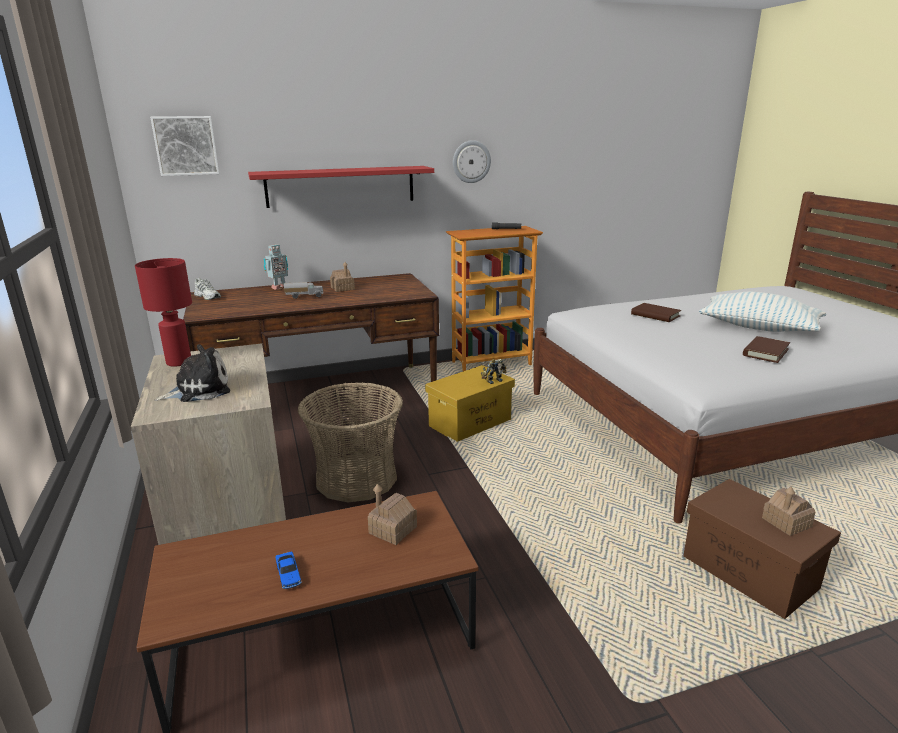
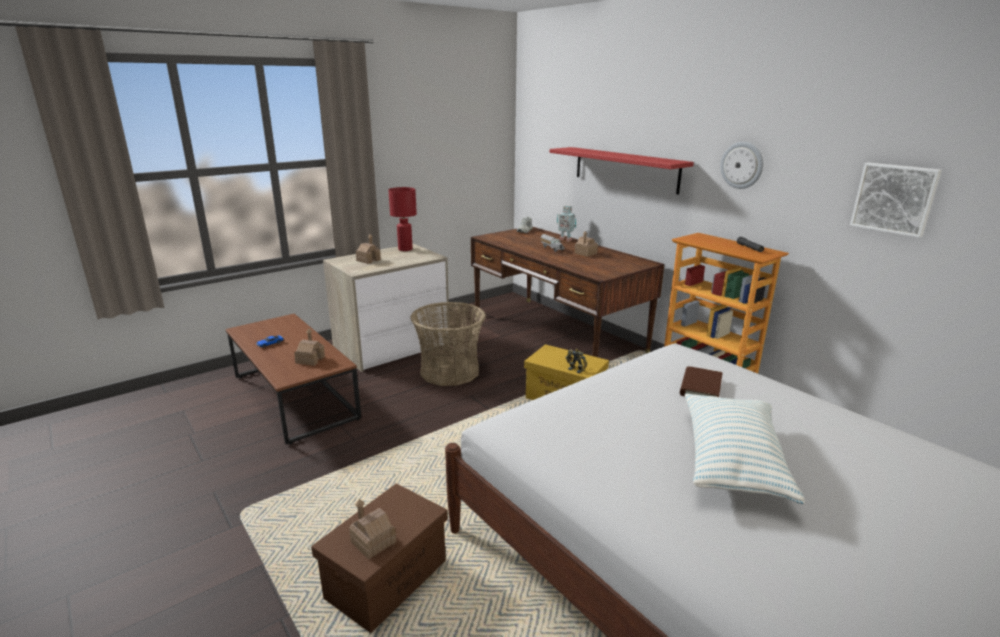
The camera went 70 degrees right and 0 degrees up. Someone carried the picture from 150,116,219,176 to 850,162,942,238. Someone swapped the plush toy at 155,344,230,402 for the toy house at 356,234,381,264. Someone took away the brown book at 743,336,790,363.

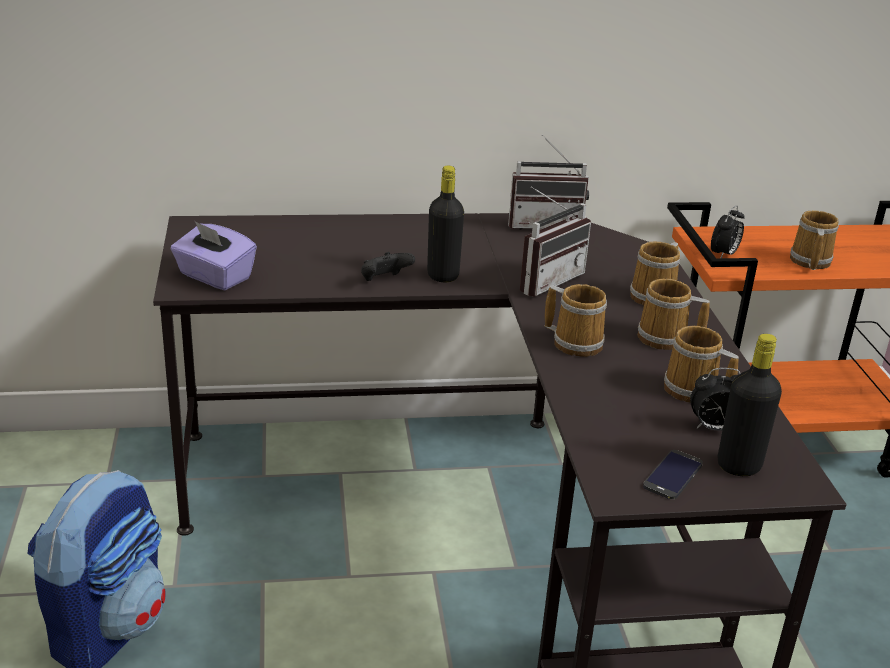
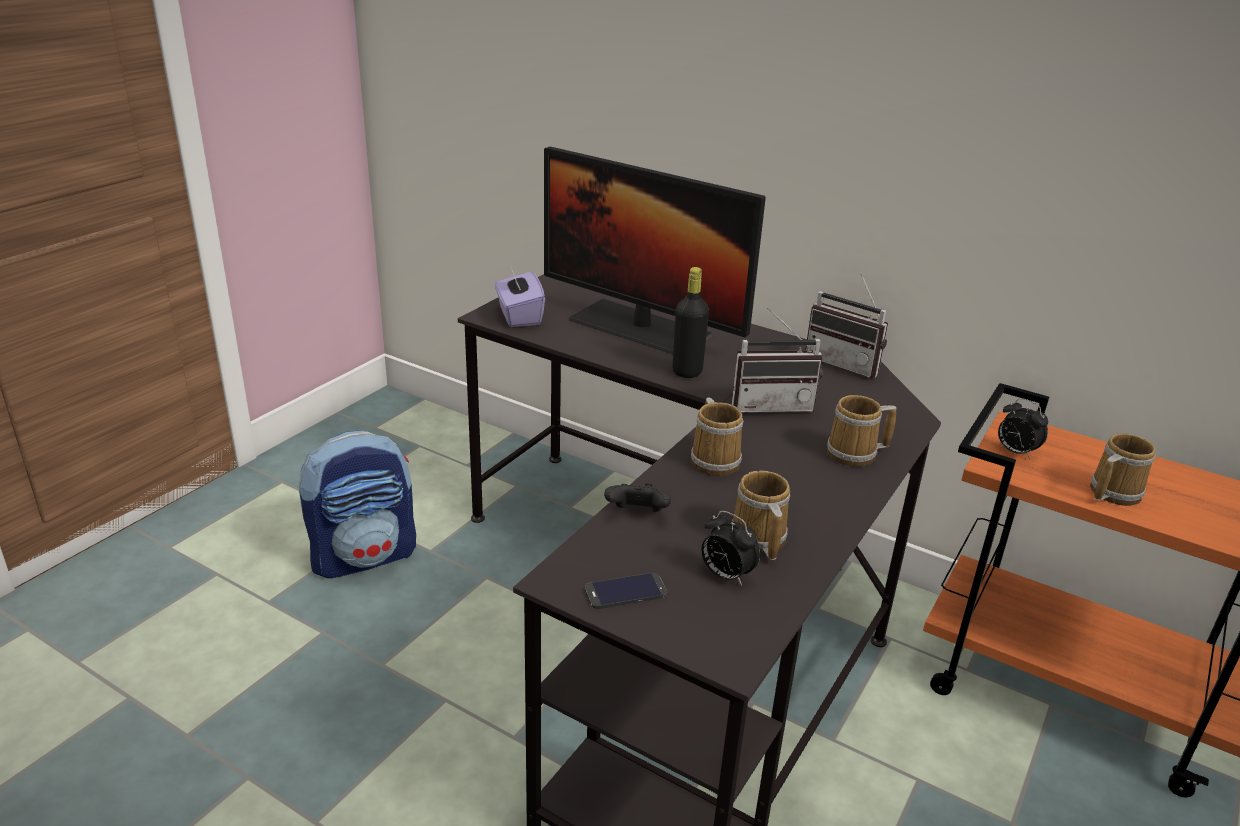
The camera went 40 degrees right and 0 degrees up. Someone carried the black game controller from 361,252,415,281 to 604,483,671,512. Someone took away the mug at 638,279,710,350. Someone rotated the alarm clock at 711,205,745,258 by 60 degrees clockwise. Someone took away the black bottle at 718,334,782,476. Someone put down the monitor at 544,146,766,354.

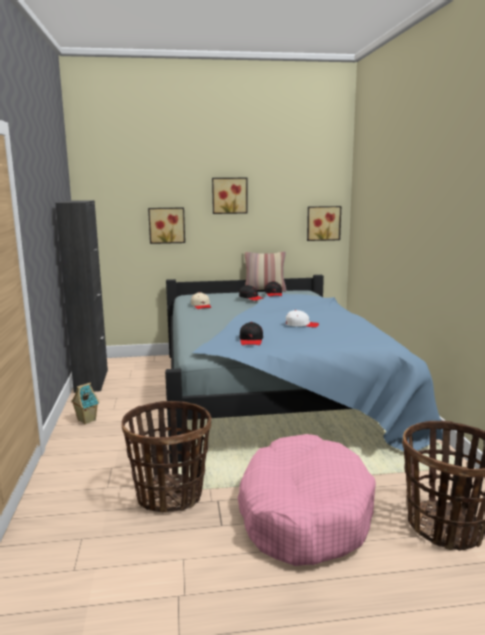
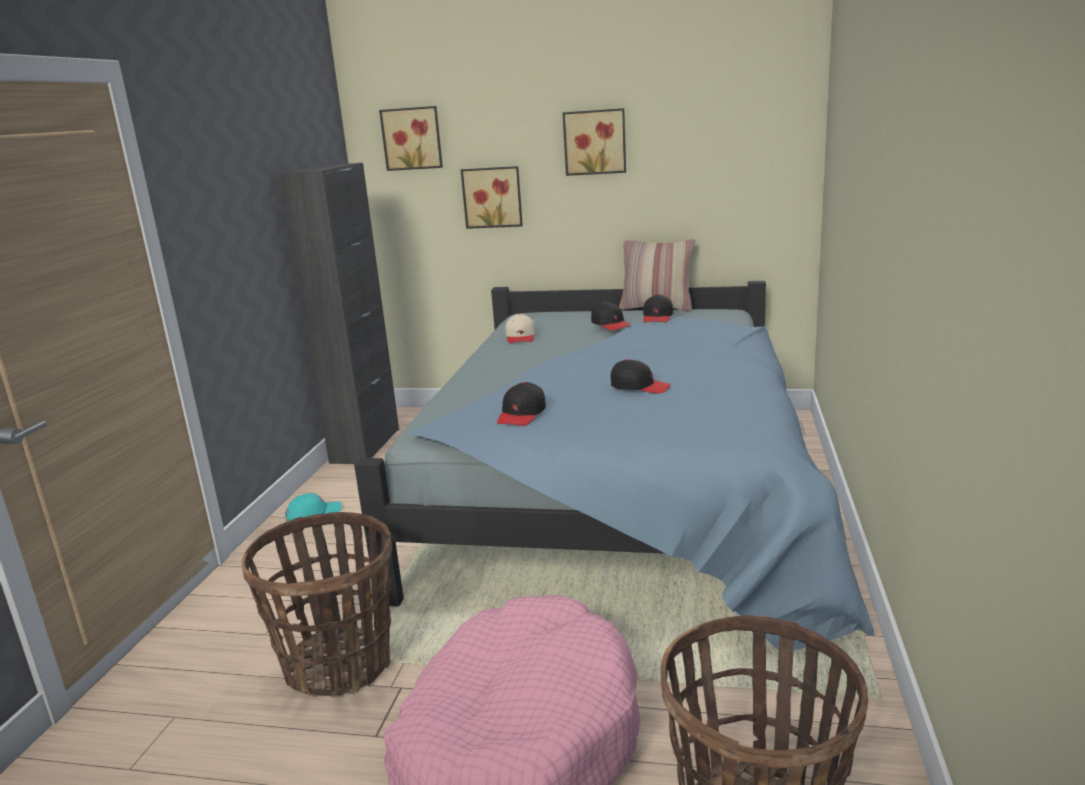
The camera went 20 degrees right and 5 degrees up. Someone swapped the toy house at 71,382,99,425 for the turquoise cap at 285,493,342,522. Someone repainted the white cap at 286,310,319,327, which became the black cap at 610,359,671,393. Someone carried the picture from 307,206,341,241 to 379,106,443,171.

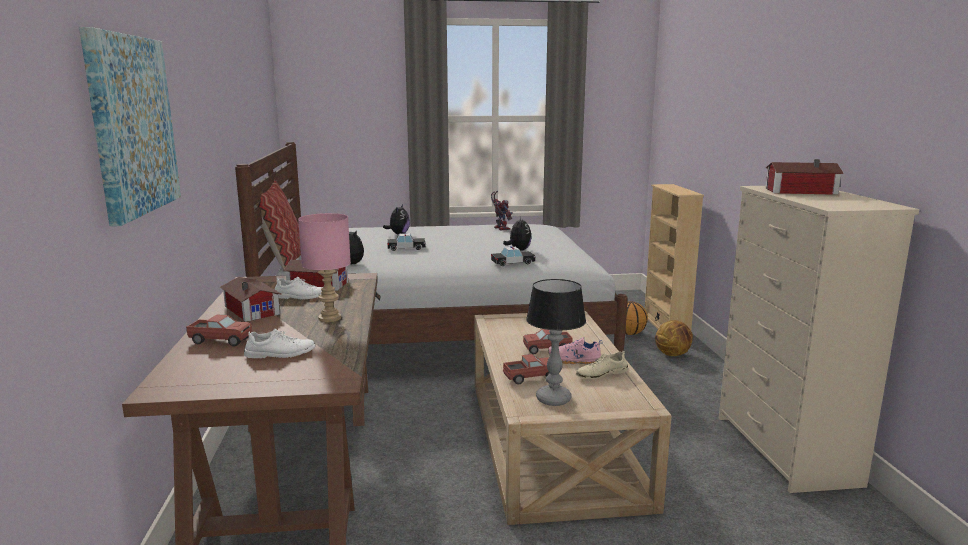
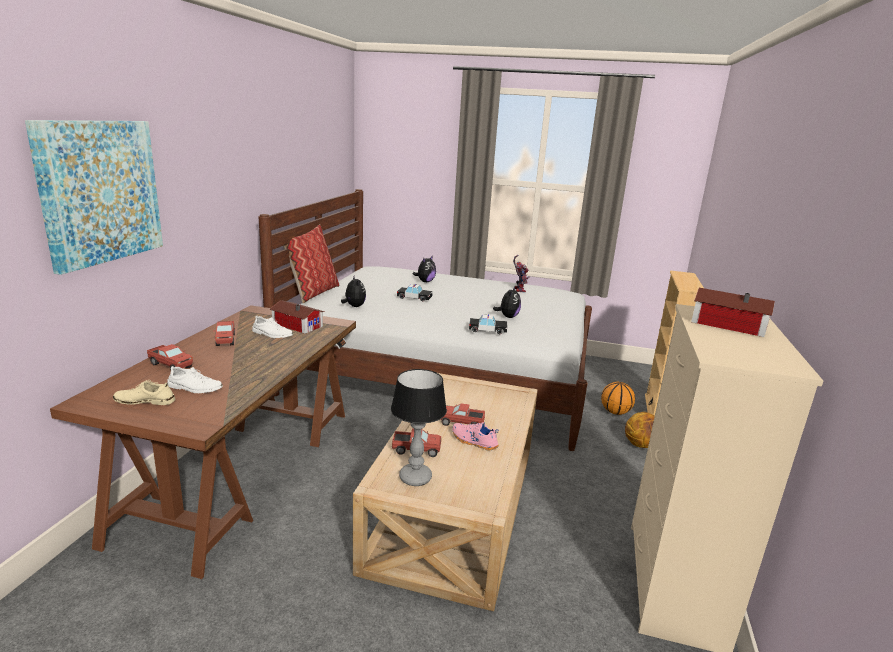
The camera went 20 degrees right and 5 degrees up. Someone swapped the toy house at 220,277,281,322 for the toy truck at 213,321,235,346. Someone took away the pink table lamp at 298,213,351,322. Someone carried the beige shoe from 576,351,628,379 to 113,380,175,405.

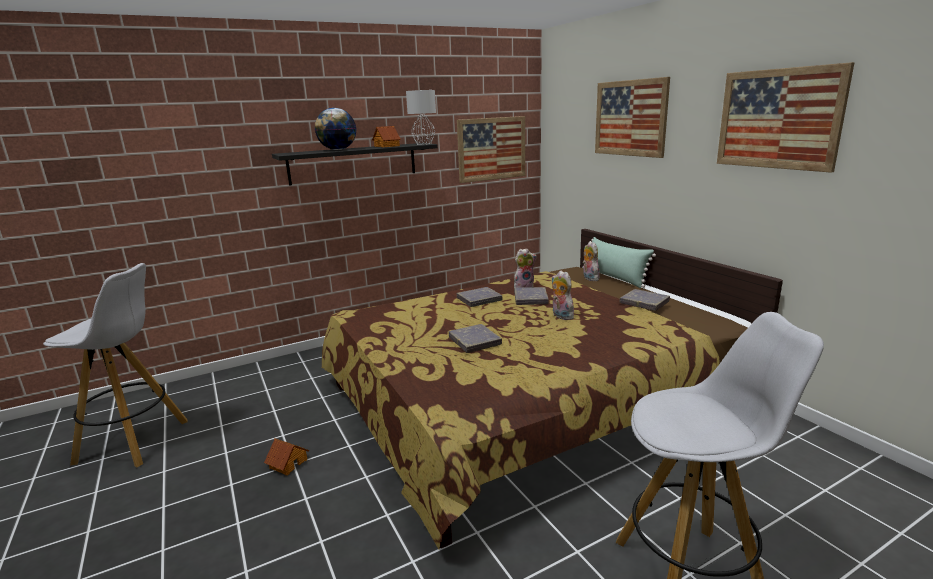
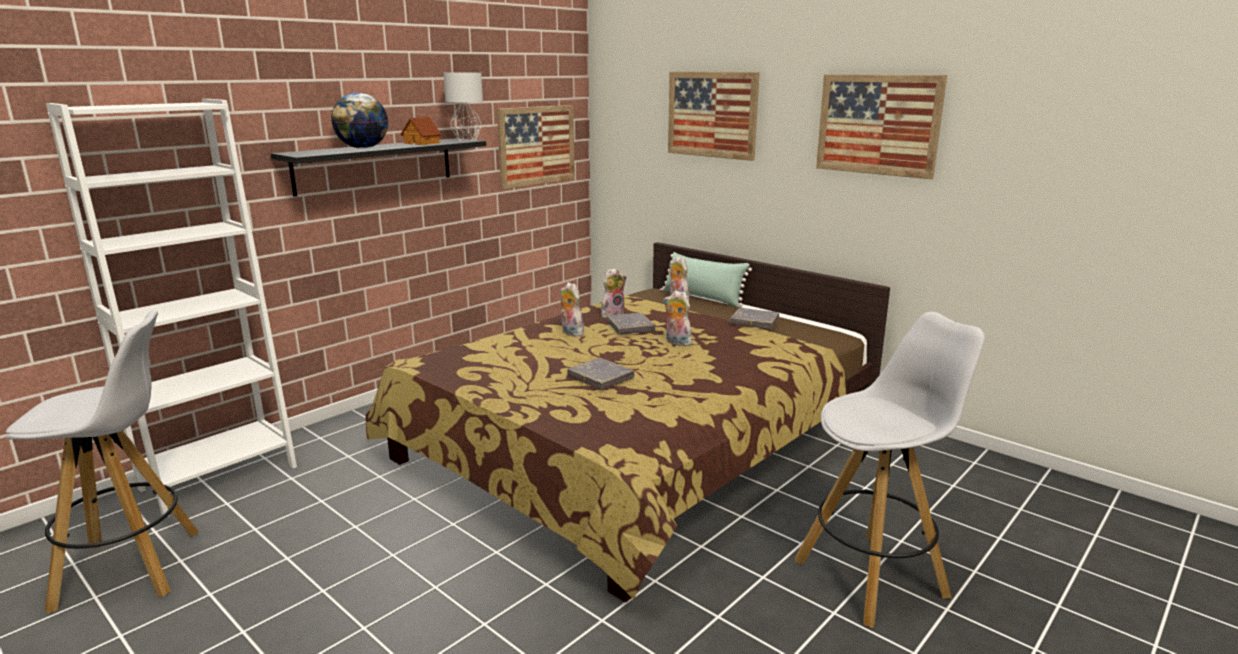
The camera went 20 degrees left and 0 degrees up. Someone took away the toy house at 264,438,309,475. Someone swapped the grey book at 457,287,503,307 for the plush toy at 560,282,584,337. Someone put down the white bookcase at 46,99,297,517.

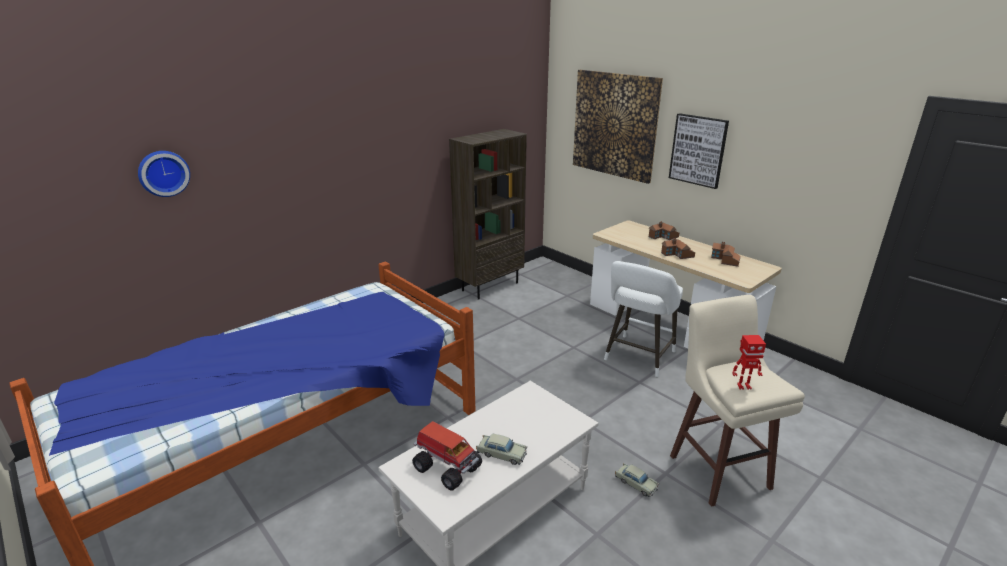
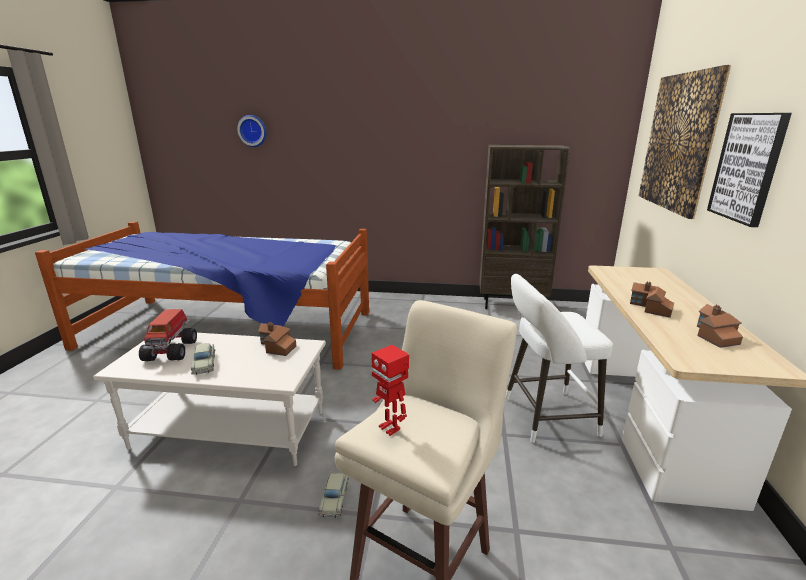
The camera went 50 degrees right and 5 degrees down. Someone carried the toy house from 649,221,679,240 to 258,322,296,356.

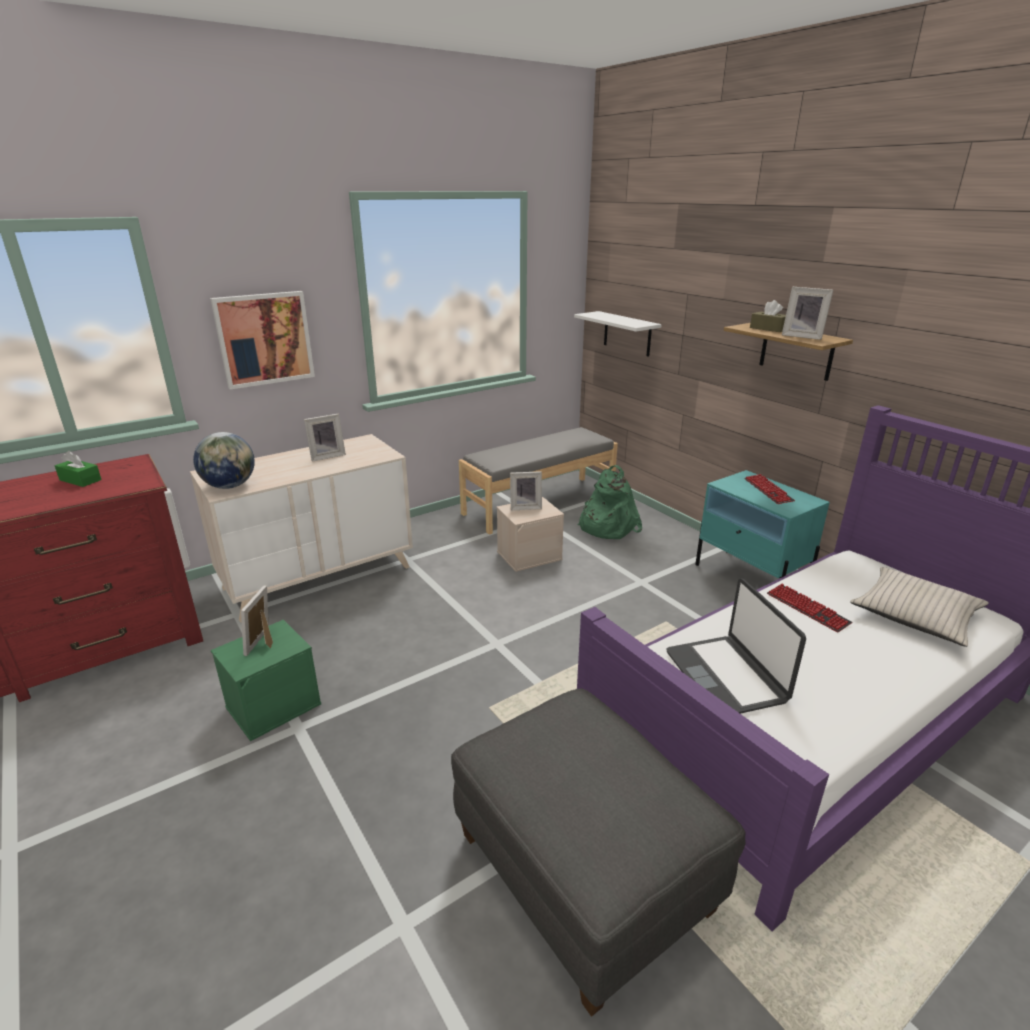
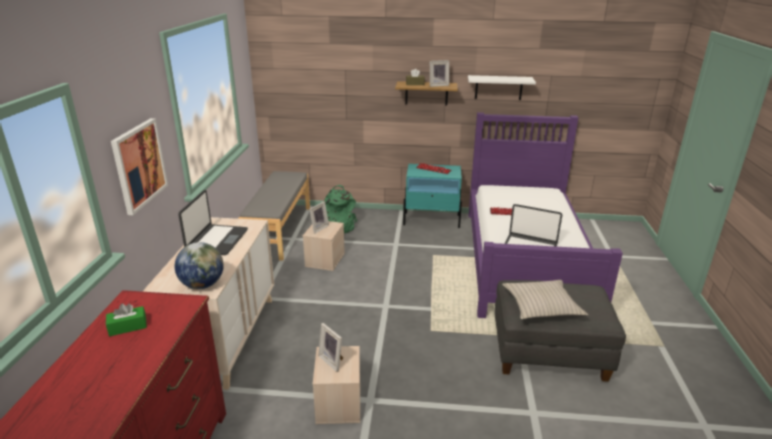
The camera went 50 degrees left and 0 degrees up. Someone repainted the green storage box at 211,620,321,741, which became the beige storage box at 313,346,360,424. Someone swapped the picture frame at 304,414,346,462 for the laptop at 178,190,248,255. Someone carried the white shelf from 574,311,662,357 to 468,75,536,100. Someone carried the beige pillow from 850,567,989,647 to 502,280,588,320.

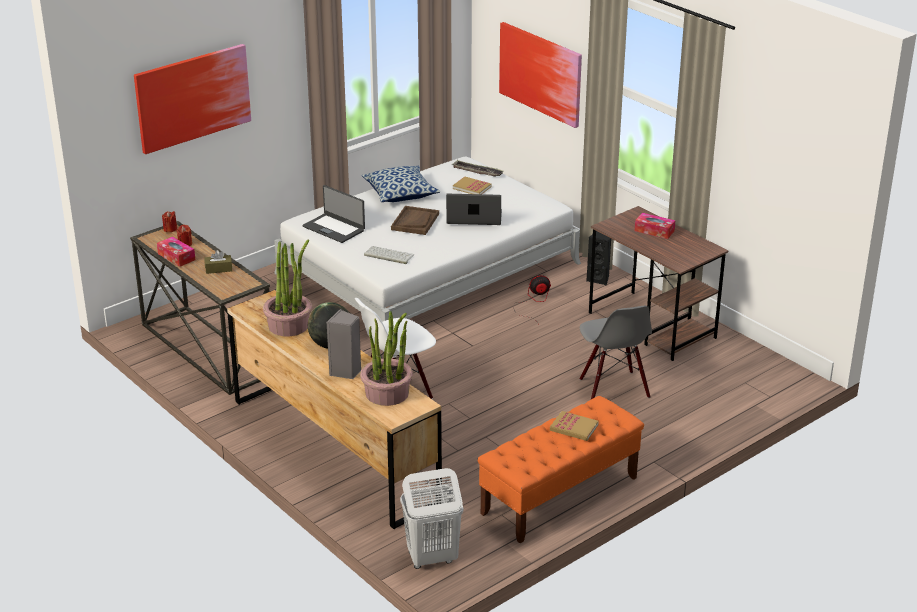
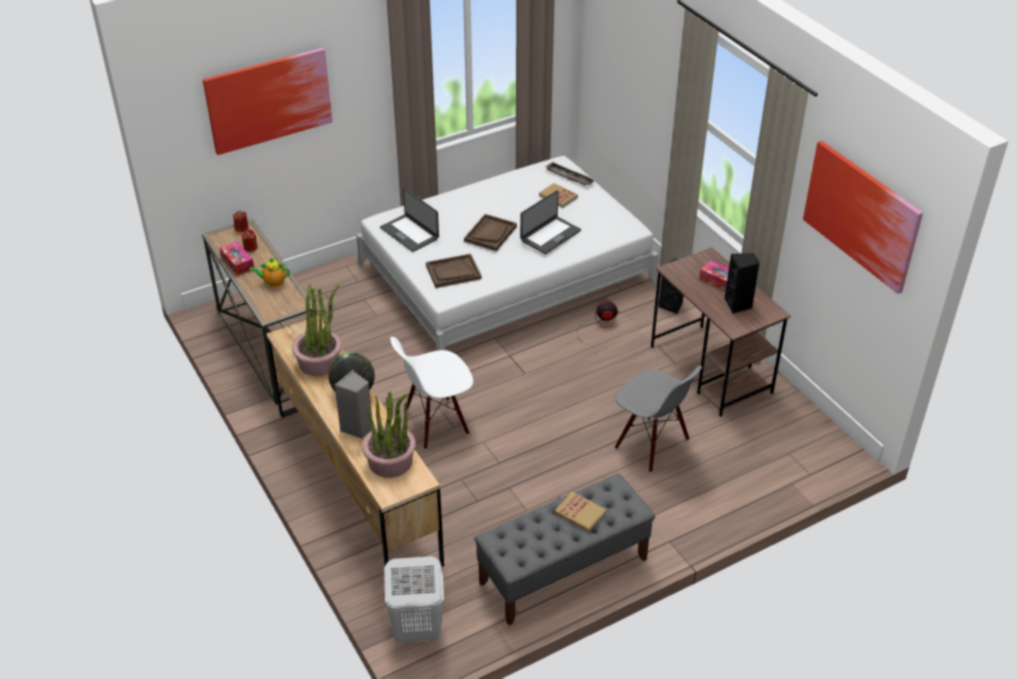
The camera went 10 degrees right and 10 degrees up. Someone swapped the brown tissue box at 205,250,232,274 for the teapot at 250,257,290,287. Someone took away the pillow at 362,166,440,202. Someone swapped the keyboard at 364,246,415,264 for the brown tray at 426,254,481,288. Someone rotated the laptop at 446,194,502,225 by 120 degrees clockwise. Someone repainted the orange bench at 477,396,644,543, which became the grey bench at 474,473,655,625. Someone carried the picture from 499,22,582,128 to 803,141,923,294. Someone rotated the grey chair at 580,306,652,399 by 45 degrees counterclockwise. Someone put down the black speaker at 725,253,760,314.

